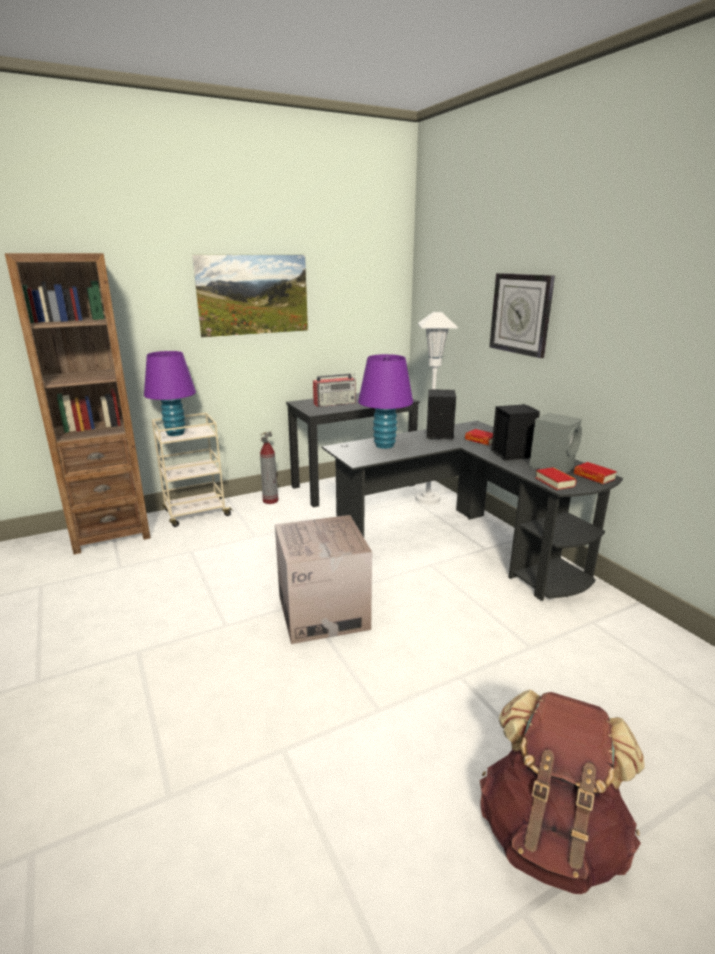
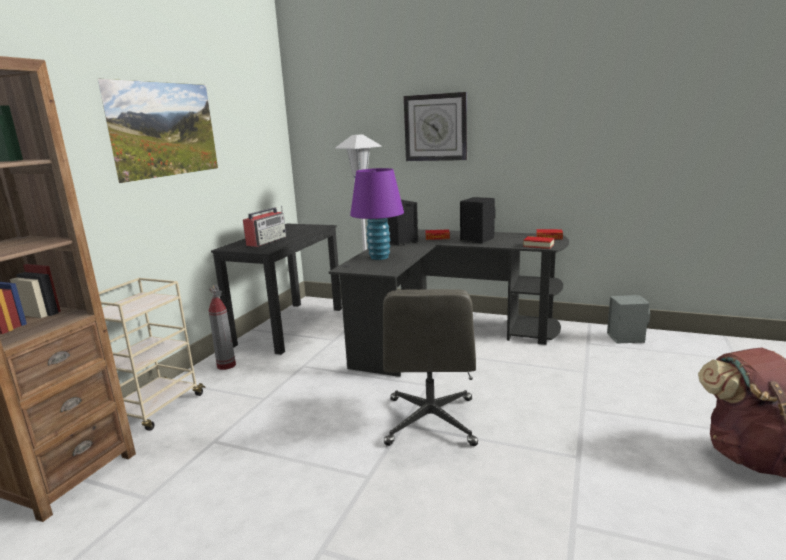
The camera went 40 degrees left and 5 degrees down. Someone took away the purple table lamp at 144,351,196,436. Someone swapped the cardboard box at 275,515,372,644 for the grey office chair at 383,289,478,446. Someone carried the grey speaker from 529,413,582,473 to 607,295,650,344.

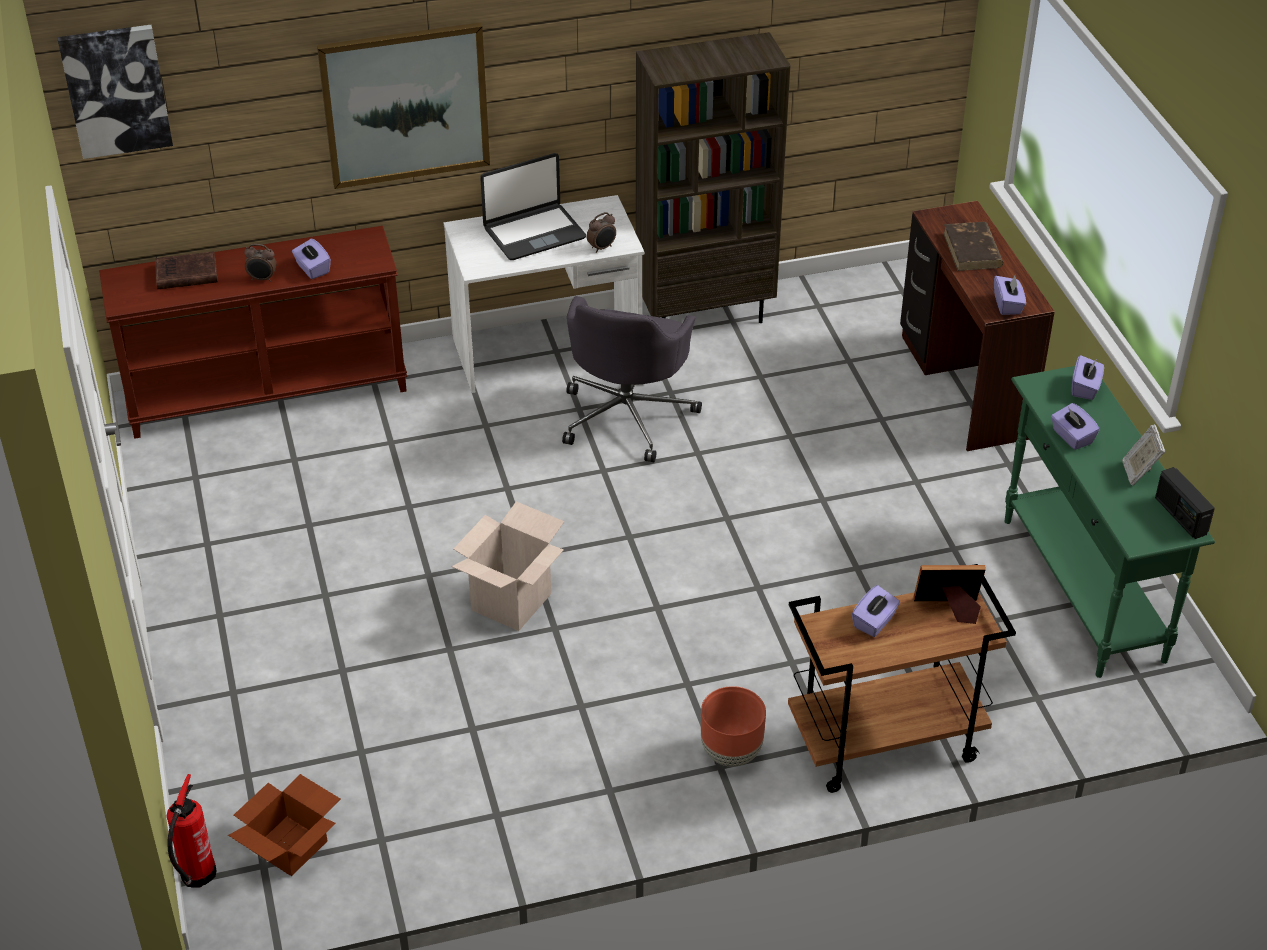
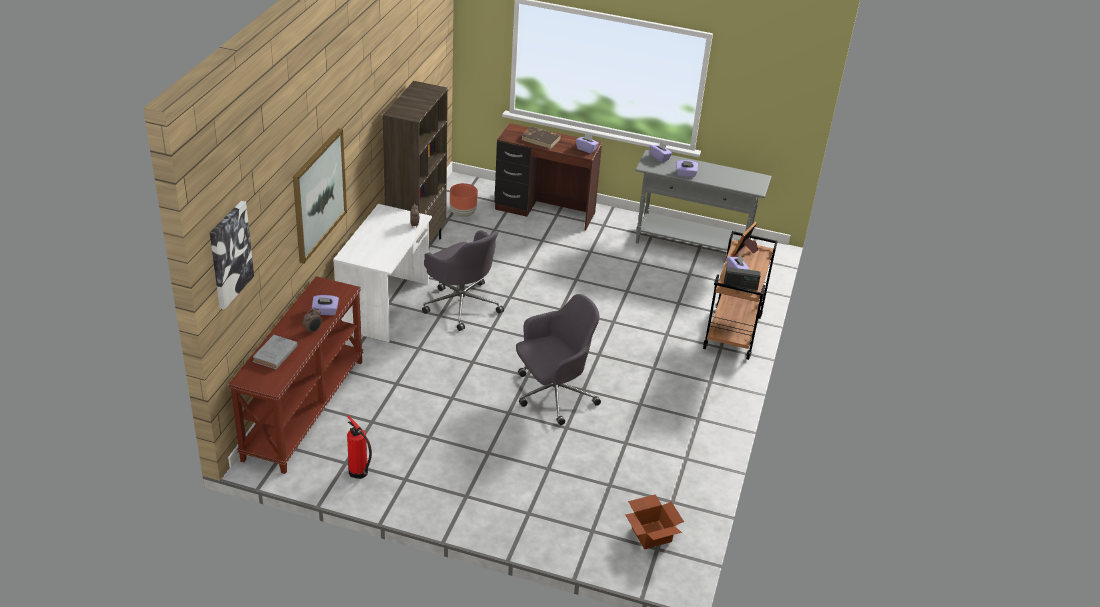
The camera went 60 degrees left and 5 degrees down. Someone repainted the brown book at 155,251,218,289, which became the grey book at 253,335,298,369. Someone carried the fire extinguisher from 167,774,217,888 to 347,415,372,479. Someone swapped the cardboard box at 451,501,564,631 for the grey office chair at 516,294,601,425. Someone took away the laptop at 480,153,586,260. Someone carried the brown planter from 701,686,766,767 to 450,183,478,217. Someone repainted the green console table at 1004,366,1215,678, which became the grey console table at 635,150,772,251. Someone took away the picture frame at 1122,424,1166,486. Someone carried the radio from 1155,467,1215,539 to 724,267,761,290.

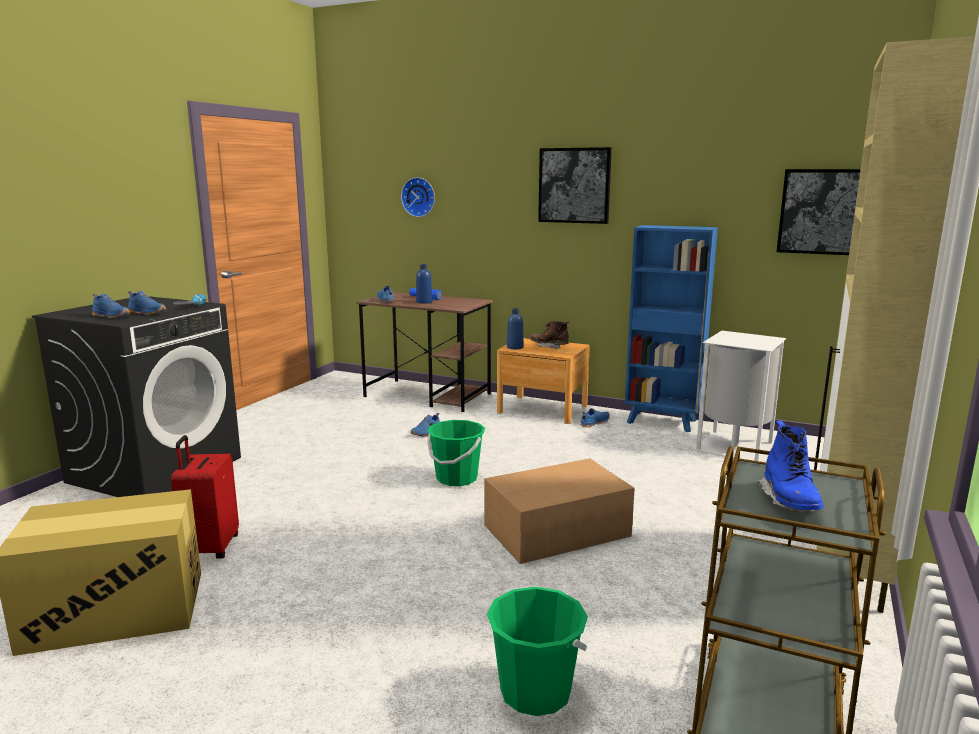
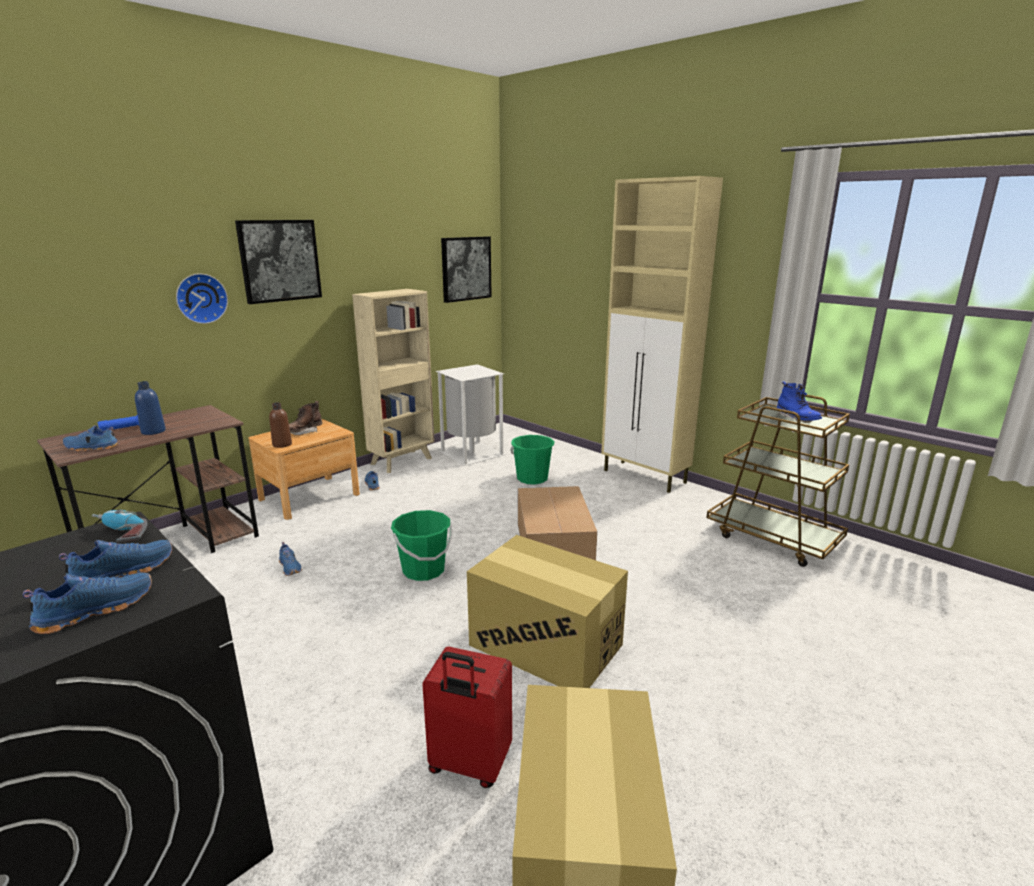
The camera went 70 degrees left and 5 degrees up. Someone carried the wall clock from 401,177,435,217 to 176,273,228,324. Someone carried the green bucket from 487,587,588,716 to 510,435,555,485. Someone repainted the blue bottle at 507,308,524,349, which became the brown bottle at 269,402,292,448. Someone repainted the blue bookcase at 625,225,718,432, which became the beige bookcase at 352,289,435,473. Someone rotated the blue boot at 756,421,824,512 by 45 degrees clockwise. Someone put down the cardboard box at 467,535,628,688.

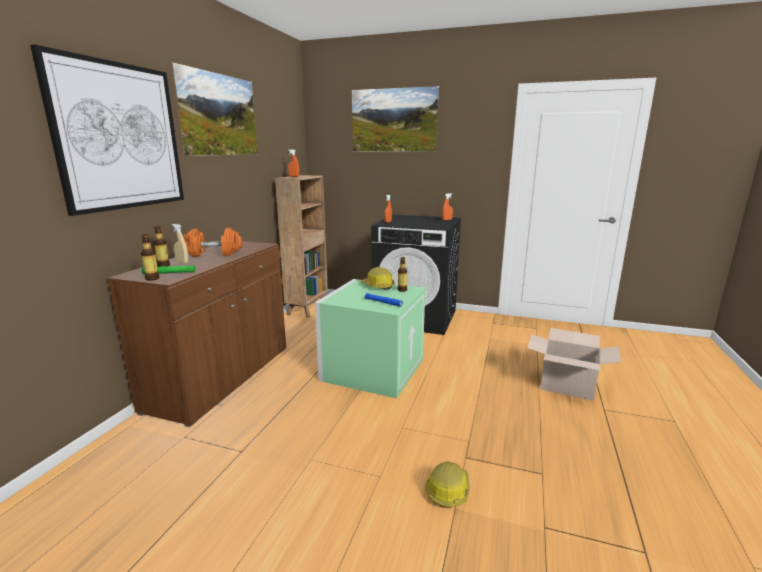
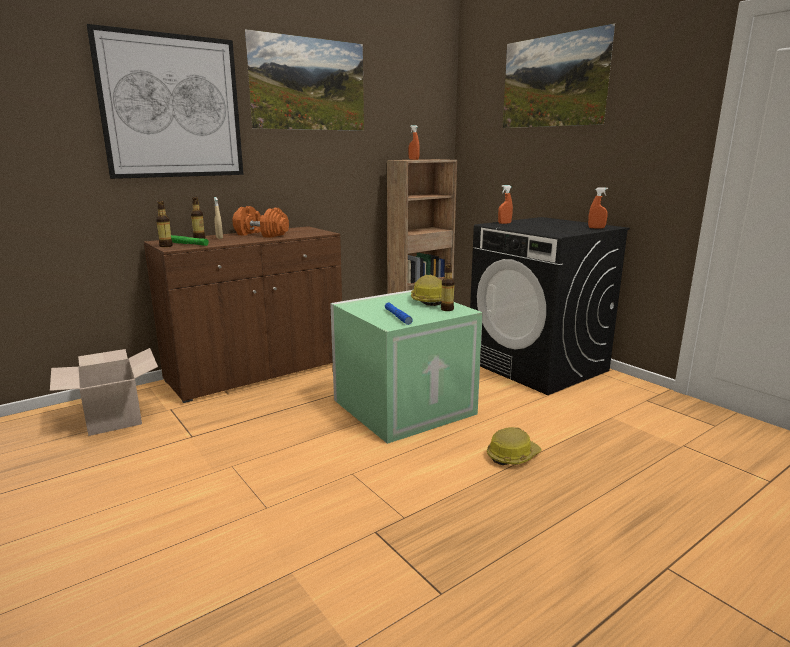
The camera went 35 degrees right and 0 degrees up. Someone carried the hard hat from 425,461,470,508 to 487,427,542,465. Someone carried the cardboard box from 527,328,621,401 to 50,348,158,436.

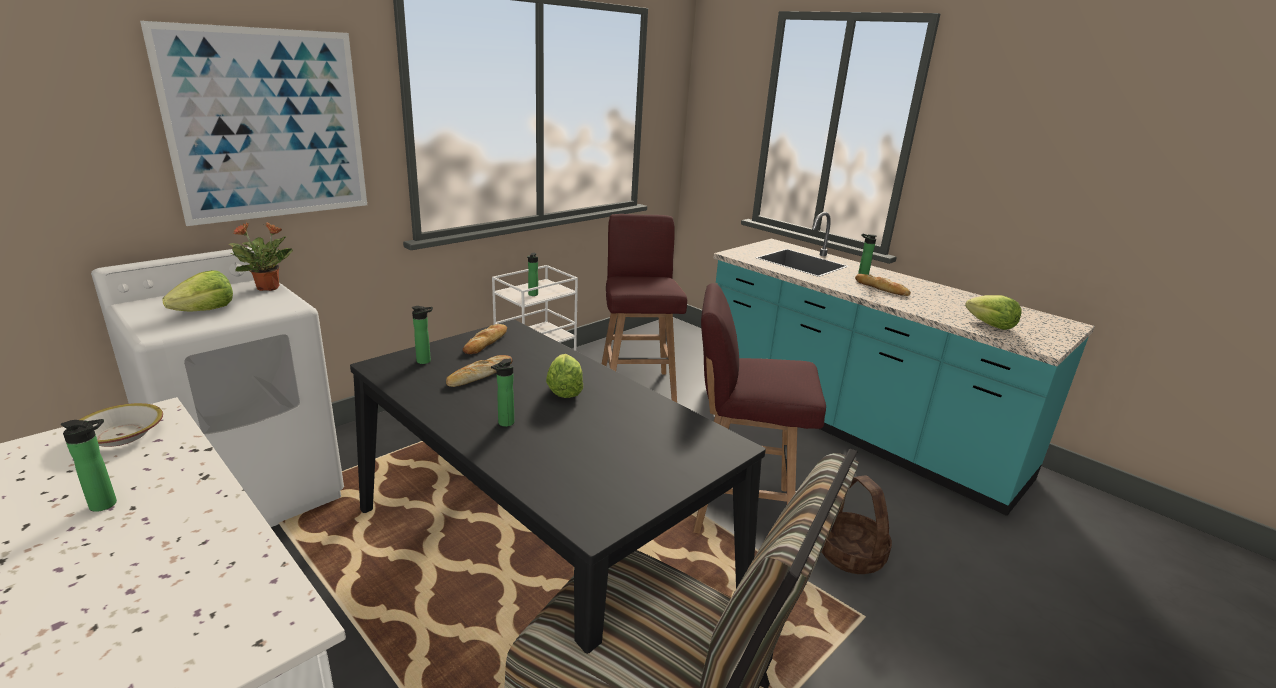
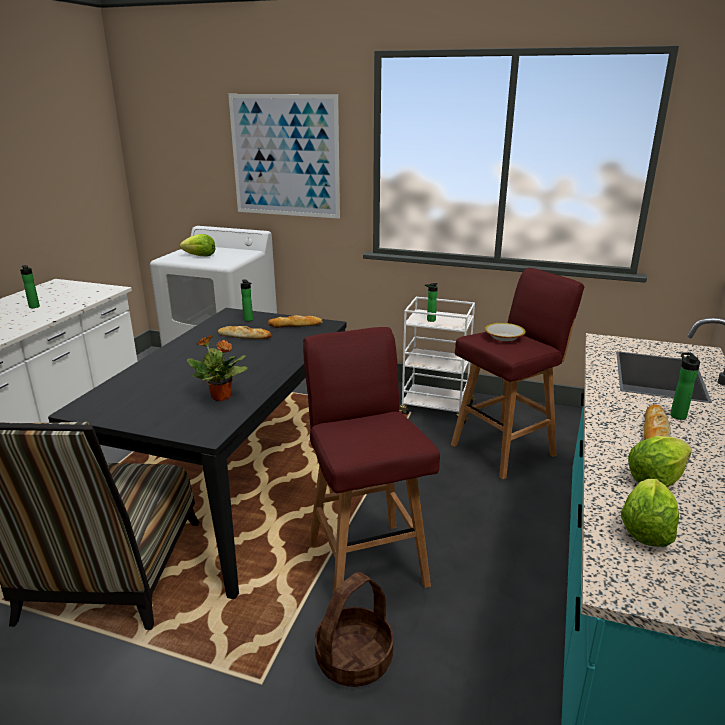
The camera went 65 degrees right and 0 degrees up. Someone carried the bowl from 79,403,163,447 to 484,323,526,342. Someone carried the potted plant from 229,222,293,291 to 187,335,248,401. Someone took away the bottle at 491,359,514,427. Someone carried the lettuce from 546,354,583,398 to 628,436,692,487.

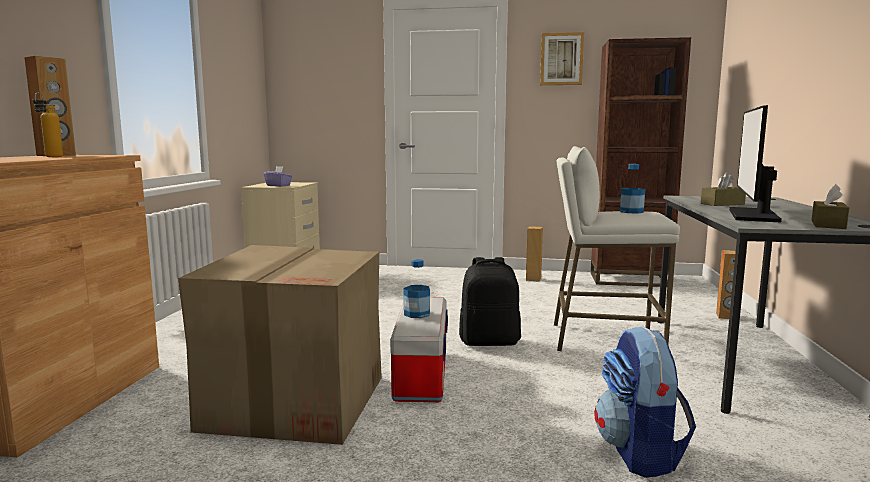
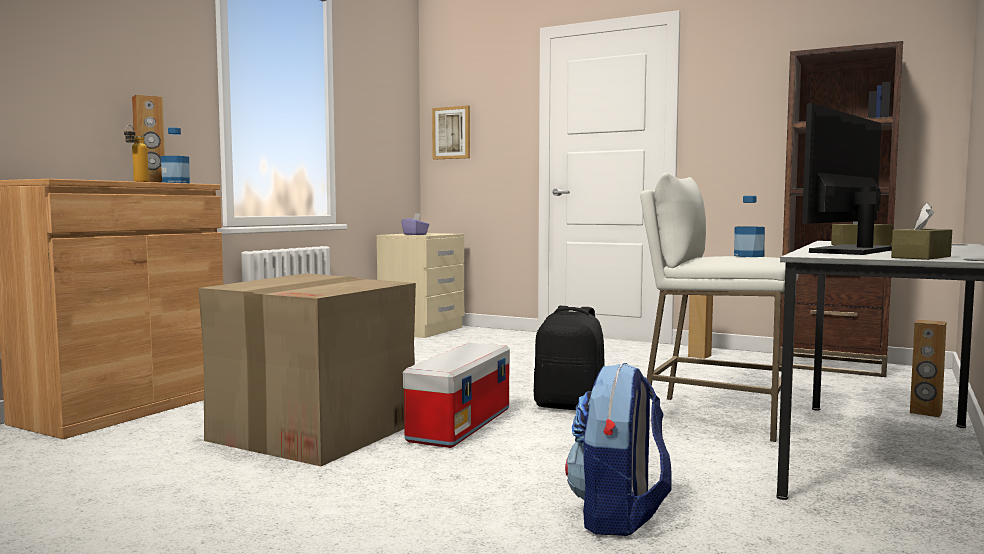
The camera went 20 degrees right and 5 degrees down. Someone carried the bottle from 403,259,430,318 to 161,127,190,183. Someone carried the picture from 540,32,584,85 to 432,105,470,159.

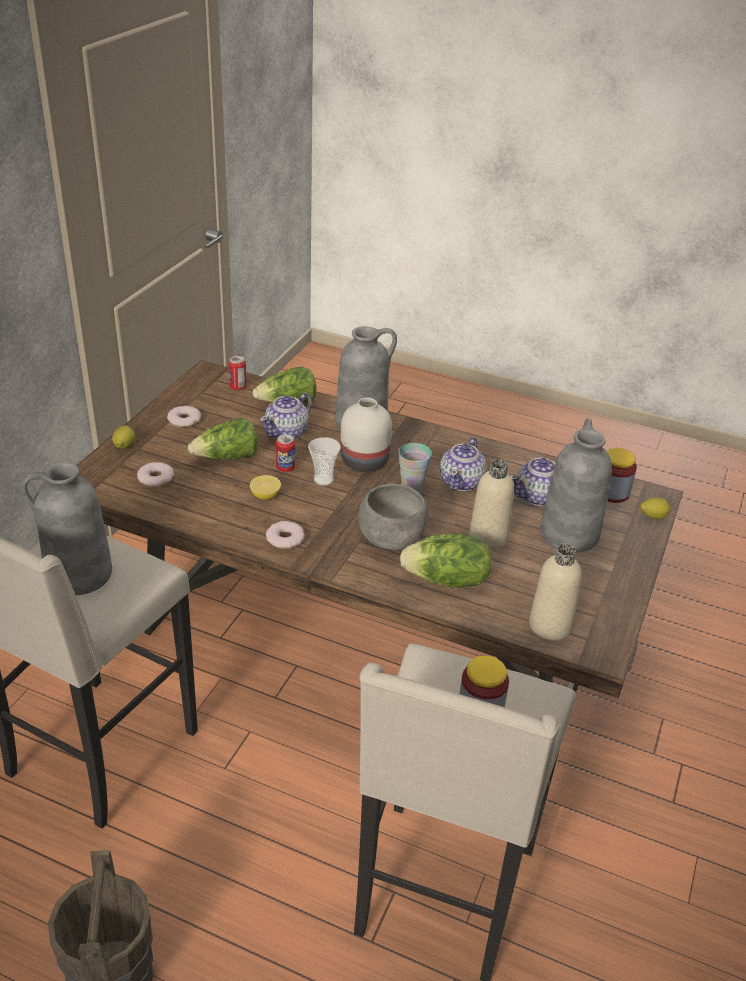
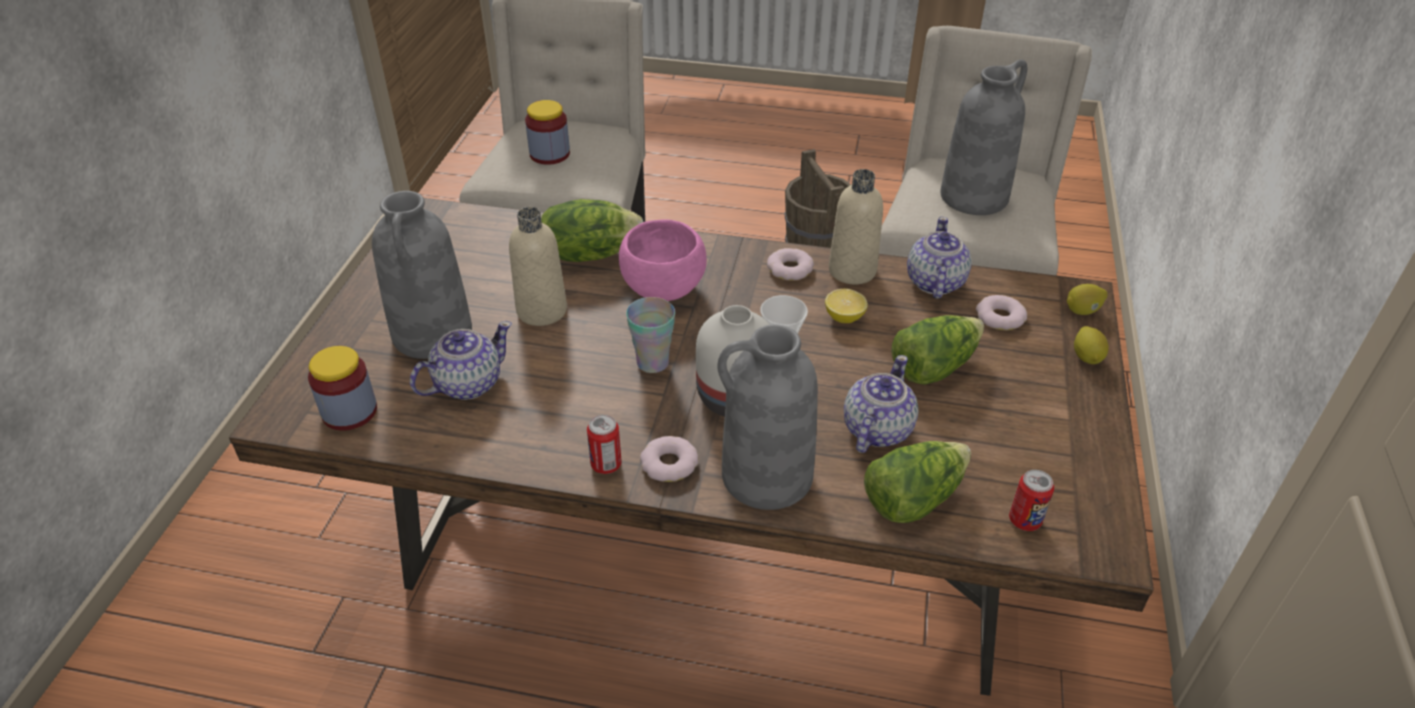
The camera went 170 degrees right and 5 degrees up. Someone carried the donut from 167,406,201,427 to 640,436,698,482. Someone carried the can from 276,434,295,472 to 587,415,622,474. Someone repainted the grey bowl at 359,484,429,550, which became the pink bowl at 619,219,707,301. Someone carried the teapot from 440,437,487,491 to 907,217,972,299. Someone carried the beige bottle from 529,544,582,641 to 829,169,883,284. Someone carried the lemon from 640,497,671,520 to 1067,284,1108,315.

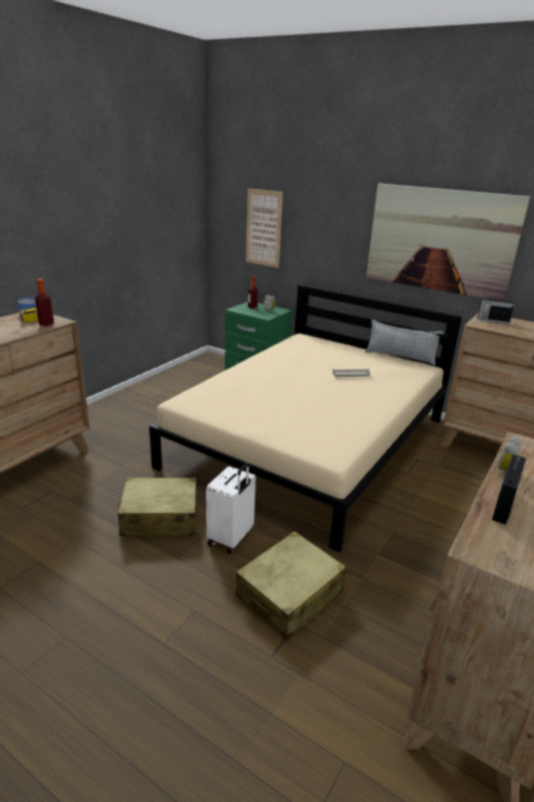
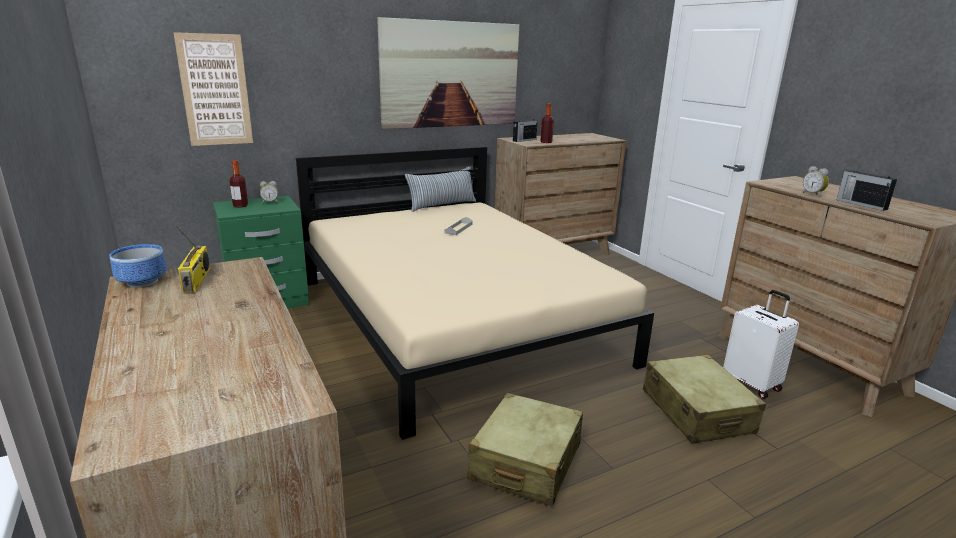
The camera went 60 degrees left and 5 degrees down. Someone carried the bottle from 35,279,54,326 to 540,103,554,143. Someone carried the white suitcase from 206,463,256,554 to 723,290,799,399.

